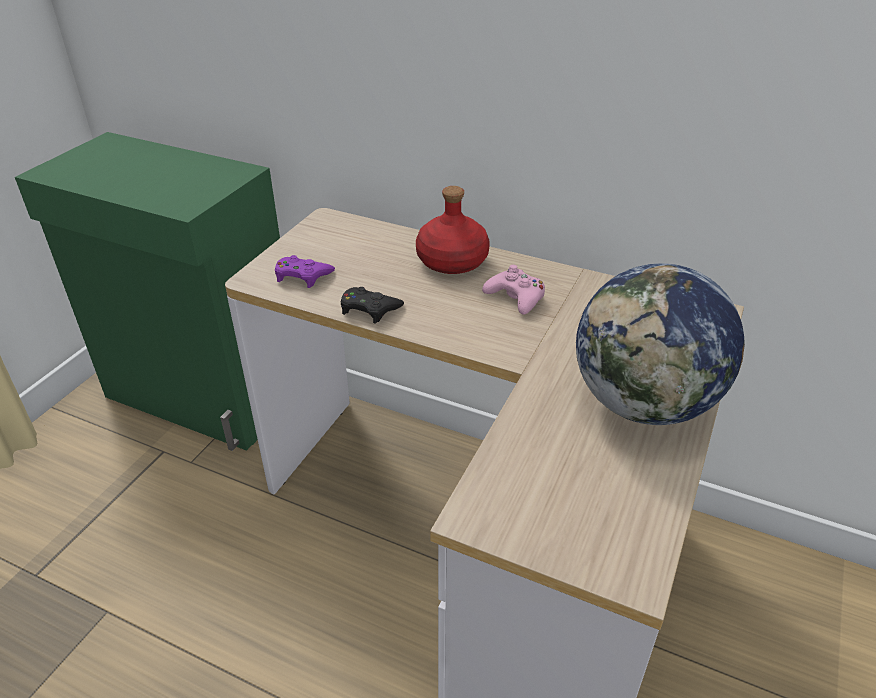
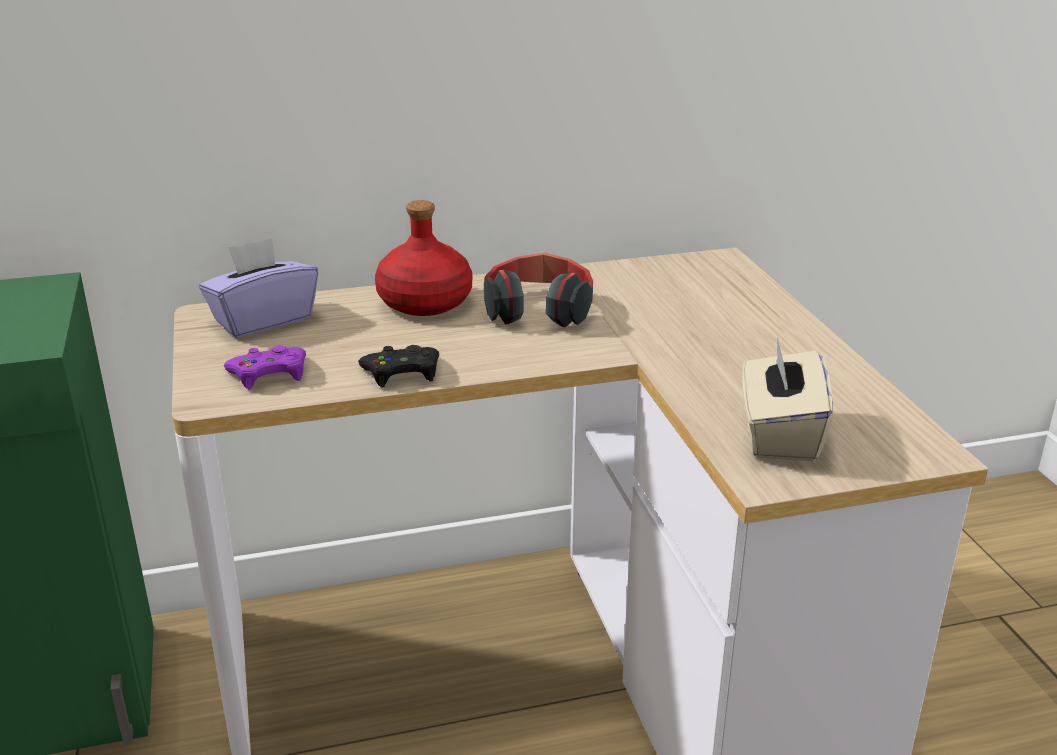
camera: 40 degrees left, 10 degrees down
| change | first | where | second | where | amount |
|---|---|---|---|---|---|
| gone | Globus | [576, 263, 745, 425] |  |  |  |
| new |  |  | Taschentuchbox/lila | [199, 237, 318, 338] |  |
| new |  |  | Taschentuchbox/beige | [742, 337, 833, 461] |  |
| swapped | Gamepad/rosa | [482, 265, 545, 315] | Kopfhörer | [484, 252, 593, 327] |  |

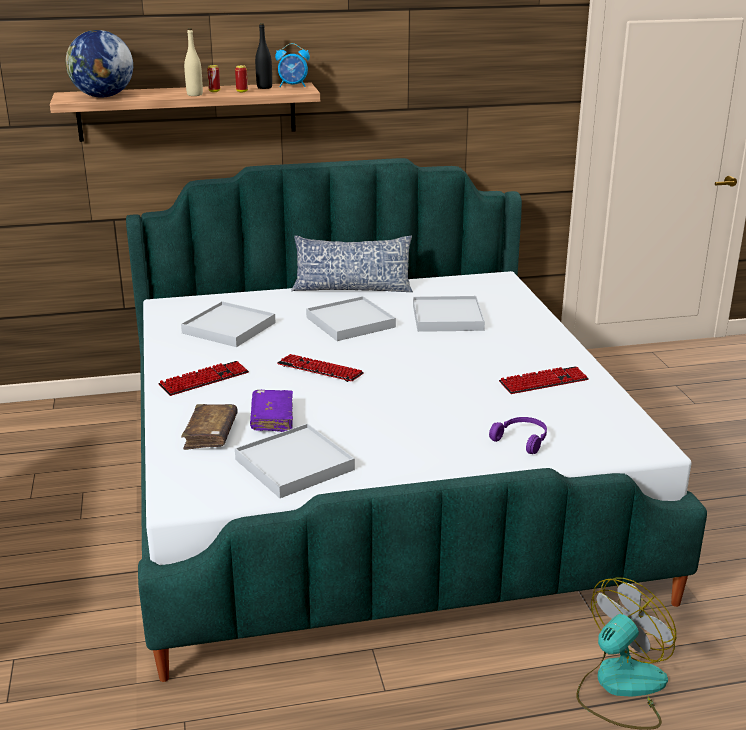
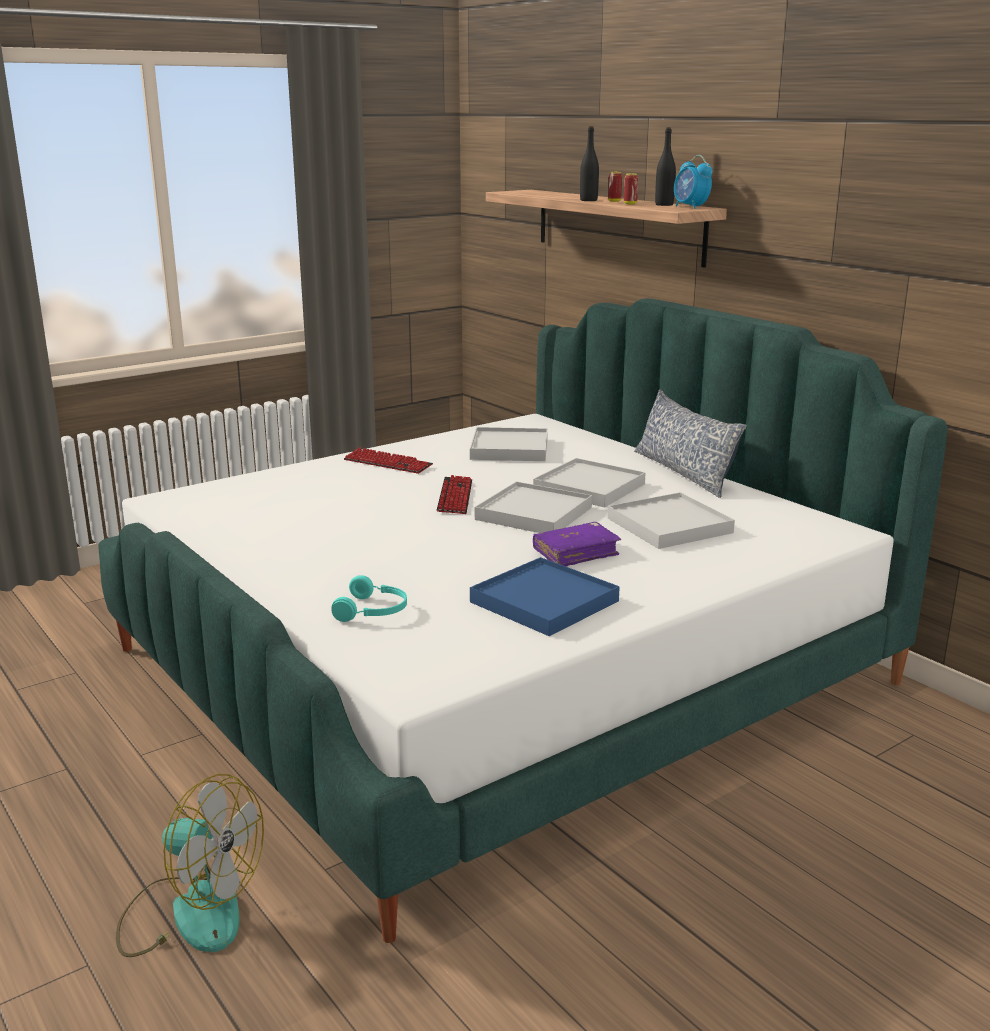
camera: 65 degrees right, 5 degrees down
| change | first | where | second | where | amount |
|---|---|---|---|---|---|
| gone | Globus | [66, 30, 133, 98] |  |  |  |
| gone | Buch/braun | [181, 404, 238, 450] |  |  |  |
| shifted | Tablett/weiß | [235, 423, 355, 498] |  | [475, 481, 592, 533] |  |
| shifted | Buch/lila | [250, 390, 293, 432] |  | [533, 522, 621, 566] |  |
| swapped | Tastatur | [499, 366, 589, 394] | Tablett/blau | [470, 557, 620, 636] |  |
| repainted | Flasche/beige | [184, 28, 203, 96] | Flasche/schwarz | [580, 126, 599, 201] |  |
| repainted | Kopfhörer/lila | [489, 417, 547, 454] | Kopfhörer/türkis | [331, 575, 407, 622] |  |

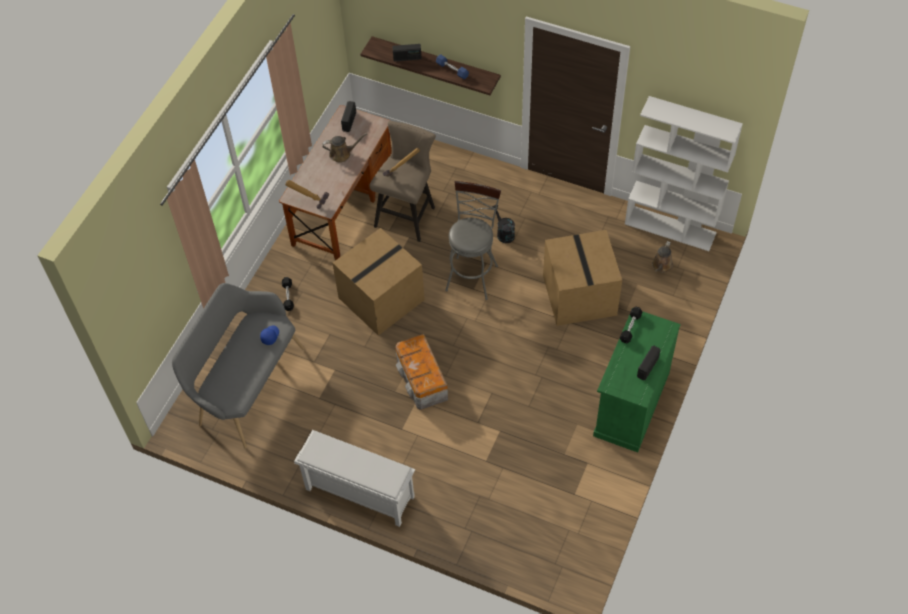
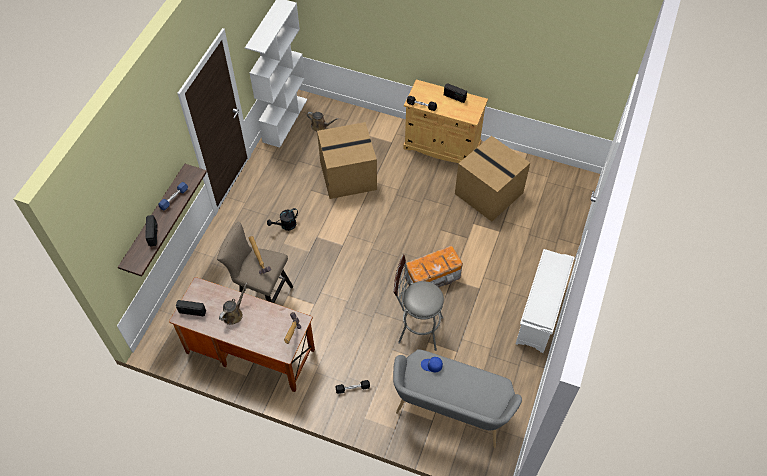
camera: 95 degrees left, 0 degrees up
| change | first | where | second | where | amount |
|---|---|---|---|---|---|
| shifted | Karton | [333, 228, 425, 336] |  | [455, 136, 530, 222] |  |
| shifted | Hocker/grau | [445, 181, 501, 300] |  | [393, 255, 444, 351] |  |
| repainted | Schrank/grün | [593, 311, 681, 452] | Schrank/beige | [403, 80, 488, 163] |  |
| rotated | Gießkanne/braun | [322, 133, 367, 163] |  | [219, 282, 247, 325] | 45 degrees clockwise |

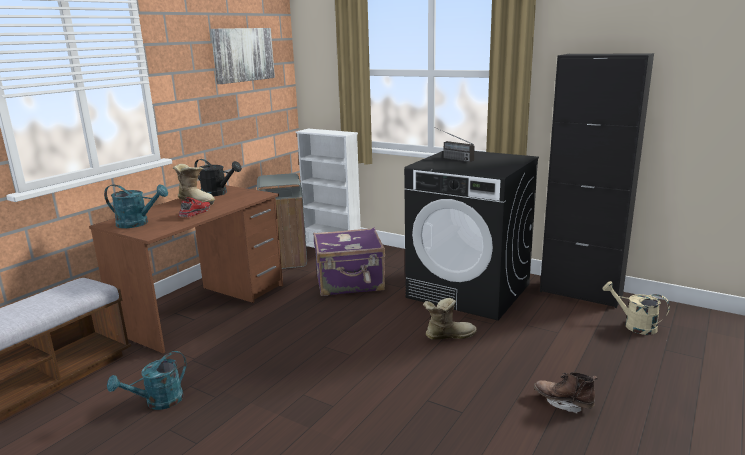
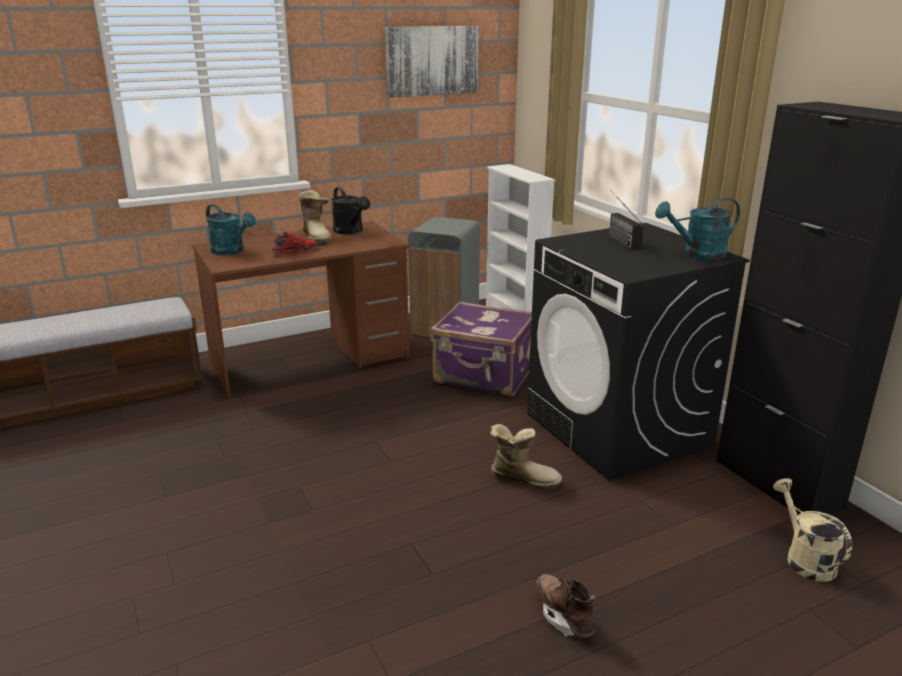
camera: 30 degrees right, 5 degrees up
| change | first | where | second | where | amount |
|---|---|---|---|---|---|
| shifted | Gießkanne/türkis | [107, 351, 187, 410] |  | [655, 198, 740, 260] |  |

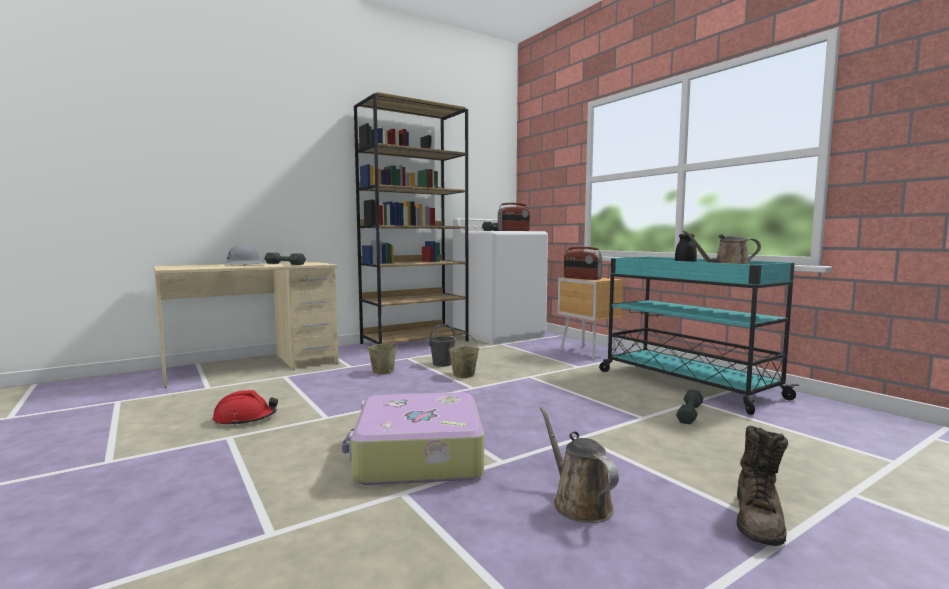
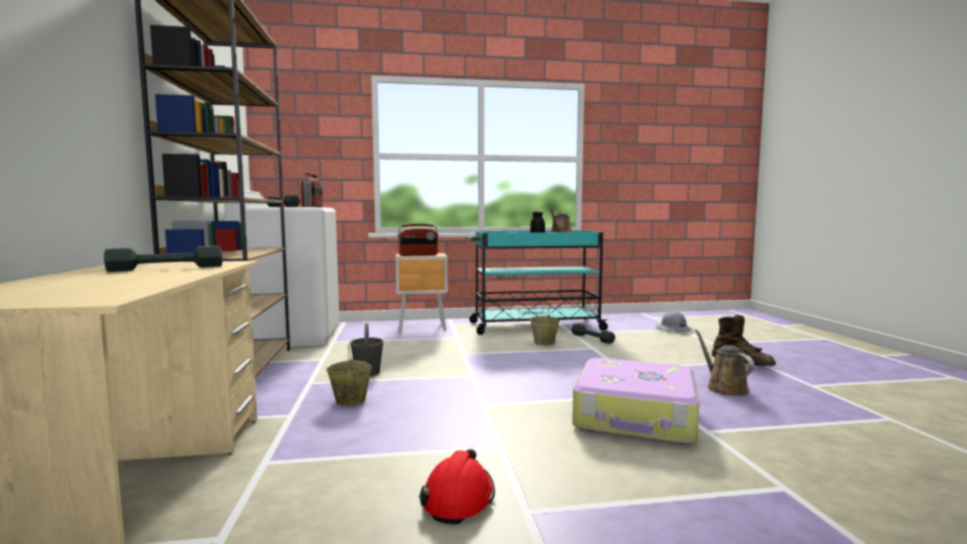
camera: 65 degrees left, 0 degrees up
| change | first | where | second | where | amount |
|---|---|---|---|---|---|
| shifted | Schutzhelm/grau | [220, 244, 266, 266] |  | [655, 311, 693, 332] |  |
| shifted | Eimer/beige | [449, 332, 479, 378] |  | [530, 302, 560, 345] |  |
| rotated | Gießkanne/braun | [540, 407, 619, 523] |  | [695, 329, 754, 396] | 75 degrees clockwise |

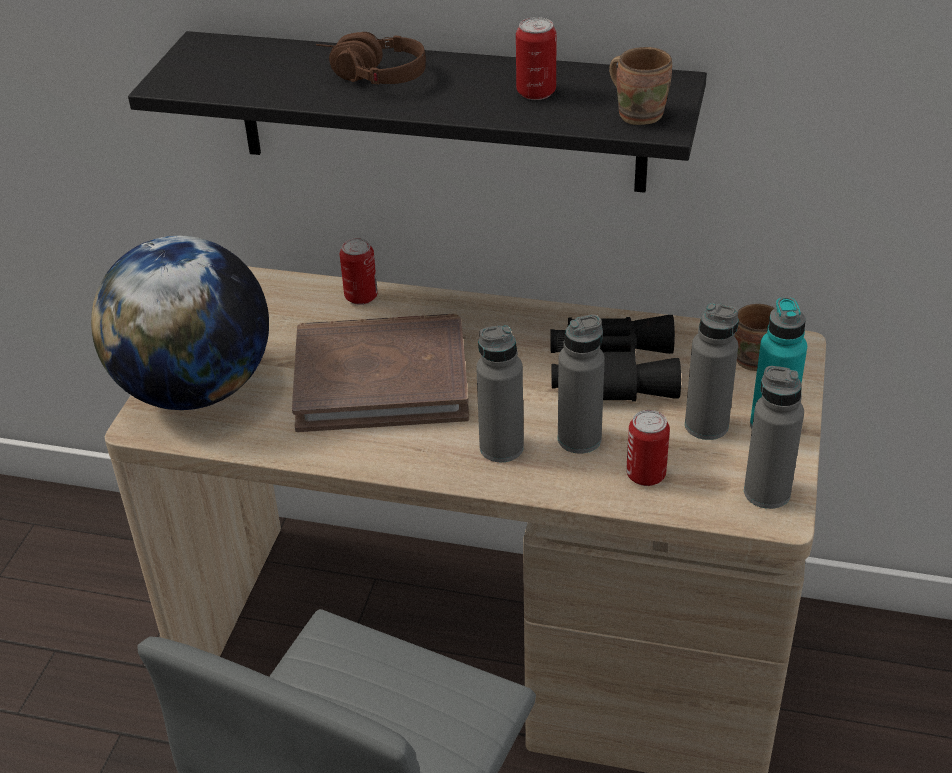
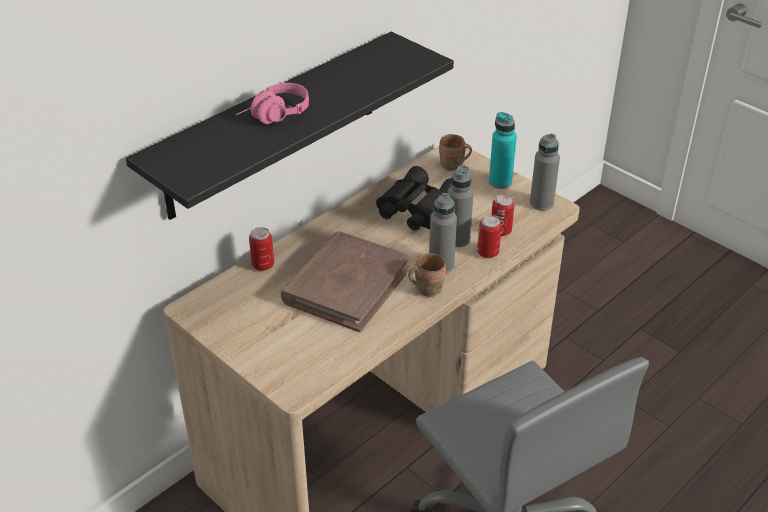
camera: 60 degrees left, 0 degrees up
| change | first | where | second | where | amount |
|---|---|---|---|---|---|
| gone | Globus | [91, 236, 269, 410] |  |  |  |
| gone | Flasche/grau | [685, 303, 739, 440] |  |  |  |
| shifted | Dose | [516, 17, 557, 100] |  | [477, 215, 502, 258] |  |
| shifted | Henkelbecher/braun | [609, 47, 672, 125] |  | [408, 253, 446, 297] |  |
| repainted | Kopfhörer/braun | [316, 32, 426, 84] | Kopfhörer/rosa | [235, 83, 309, 124] |  |

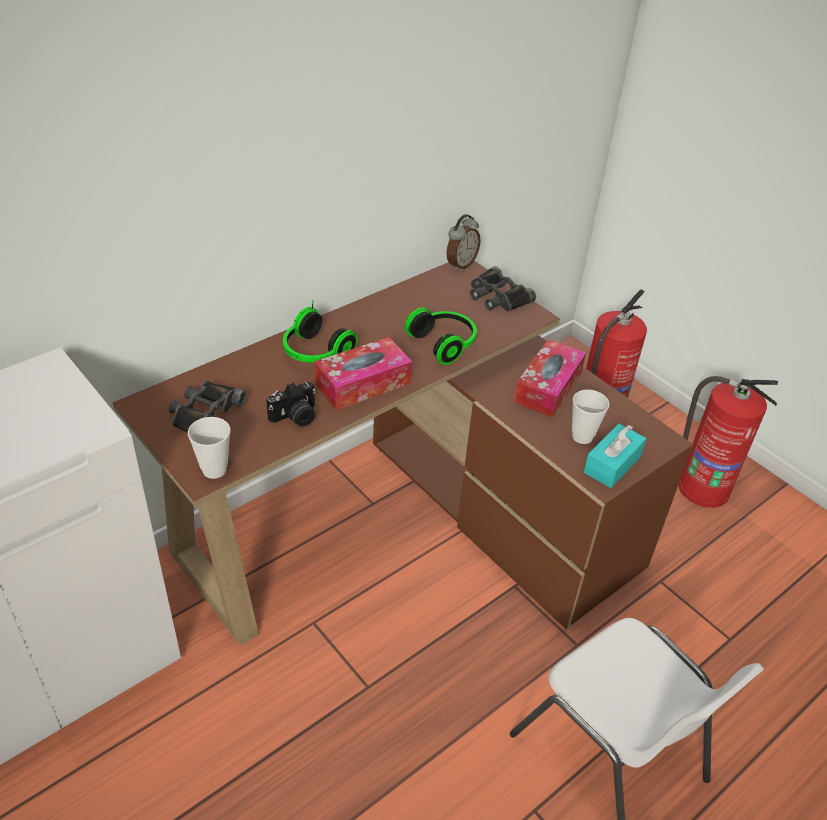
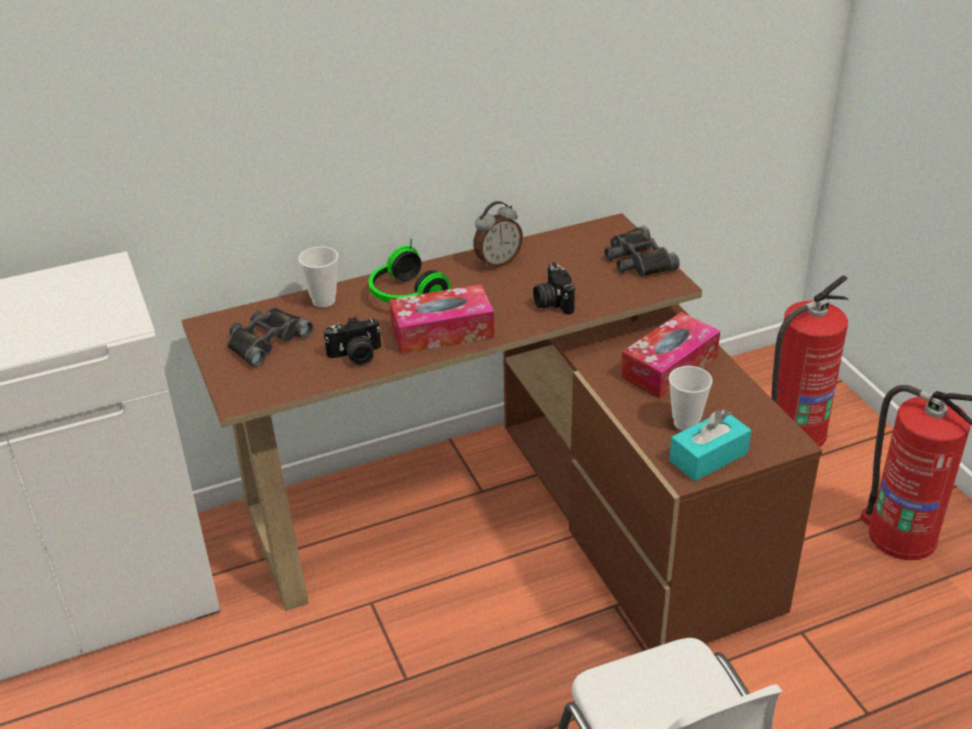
camera: 20 degrees right, 5 degrees down
| change | first | where | second | where | amount |
|---|---|---|---|---|---|
| shifted | Tasse | [188, 417, 230, 479] |  | [298, 246, 338, 307] |  |
| shifted | Wecker | [446, 214, 481, 271] |  | [473, 201, 523, 269] |  |
| swapped | Kopfhörer | [404, 308, 477, 365] | Kamera | [533, 262, 575, 315] |  |

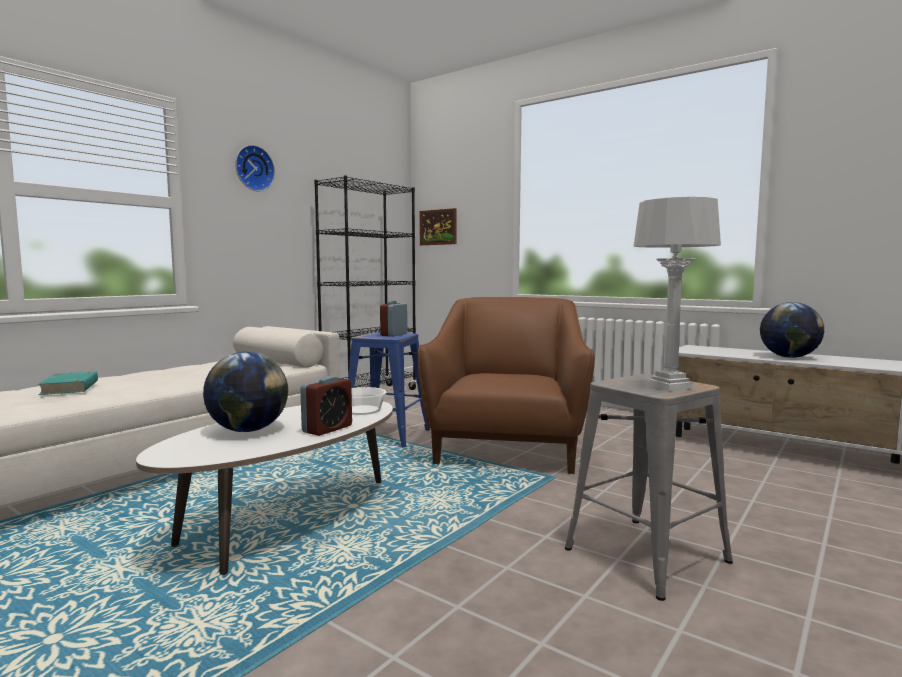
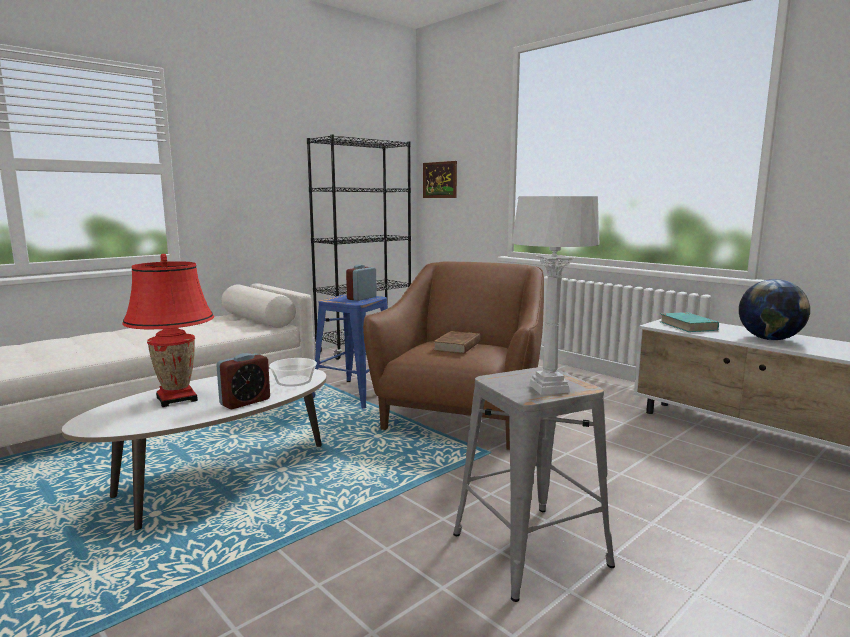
camera: 10 degrees right, 5 degrees up
| change | first | where | second | where | amount |
|---|---|---|---|---|---|
| gone | Wanduhr | [235, 145, 275, 191] |  |  |  |
| new |  |  | Buch/braun | [433, 331, 481, 354] |  |
| shifted | Buch/türkis | [38, 371, 98, 395] |  | [660, 312, 719, 332] |  |
| swapped | Globus | [203, 352, 288, 432] | Tischlampe/rot | [122, 254, 214, 407] |  |

